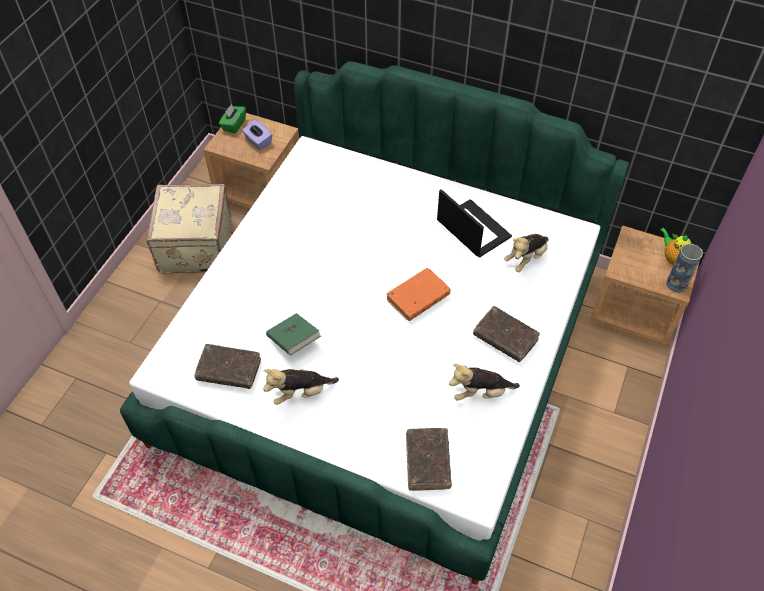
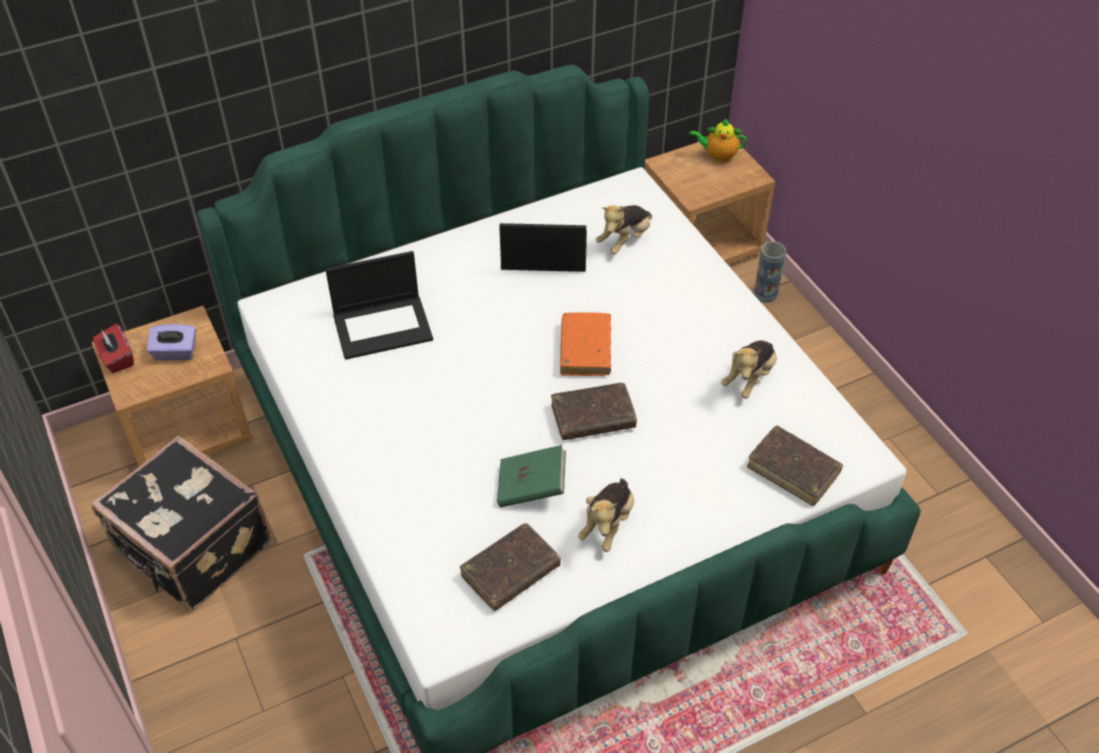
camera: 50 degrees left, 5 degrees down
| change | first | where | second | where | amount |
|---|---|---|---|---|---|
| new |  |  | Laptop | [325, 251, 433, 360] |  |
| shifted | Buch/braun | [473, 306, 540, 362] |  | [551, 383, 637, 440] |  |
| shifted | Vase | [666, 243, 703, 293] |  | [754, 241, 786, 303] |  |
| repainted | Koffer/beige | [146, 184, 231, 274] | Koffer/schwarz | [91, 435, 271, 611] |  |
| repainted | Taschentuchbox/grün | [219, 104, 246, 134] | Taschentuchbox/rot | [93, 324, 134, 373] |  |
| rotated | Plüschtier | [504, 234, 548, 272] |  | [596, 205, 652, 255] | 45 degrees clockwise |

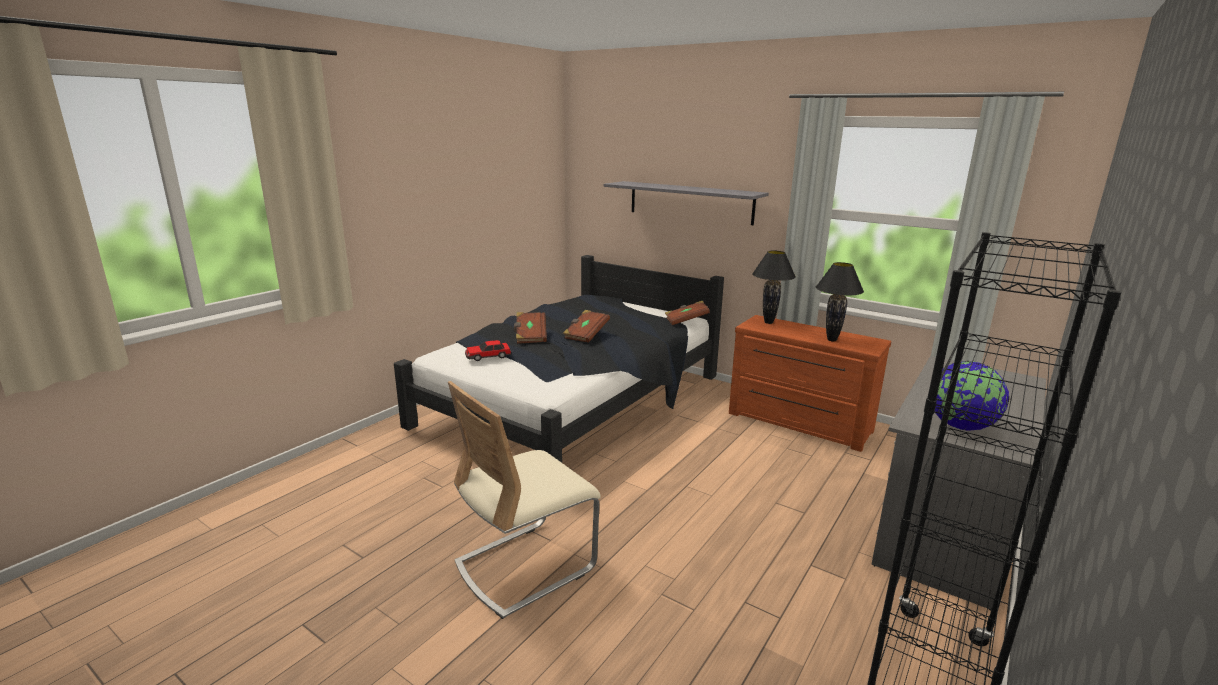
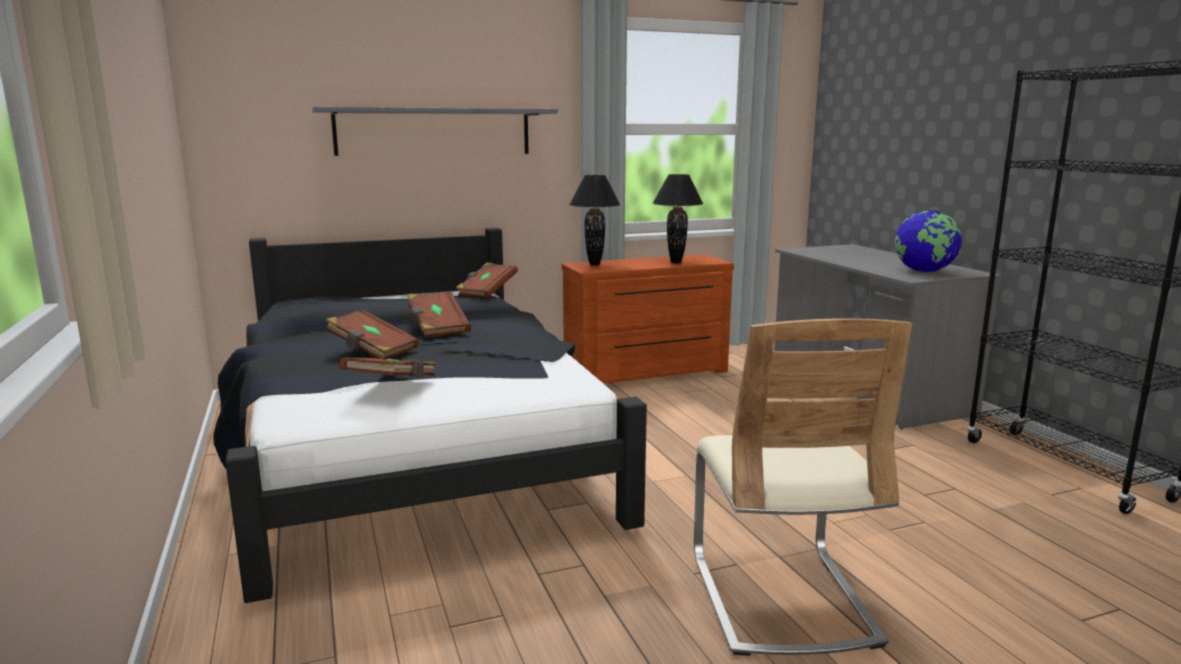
camera: 55 degrees left, 5 degrees down
| change | first | where | second | where | amount |
|---|---|---|---|---|---|
| swapped | Spielzeugauto | [465, 340, 512, 361] | Buch/braun | [339, 358, 437, 377] |  |

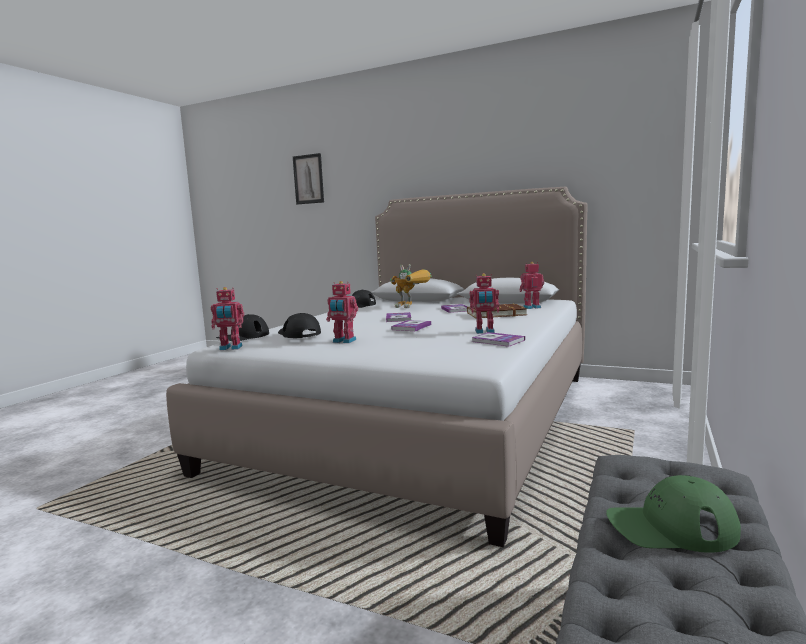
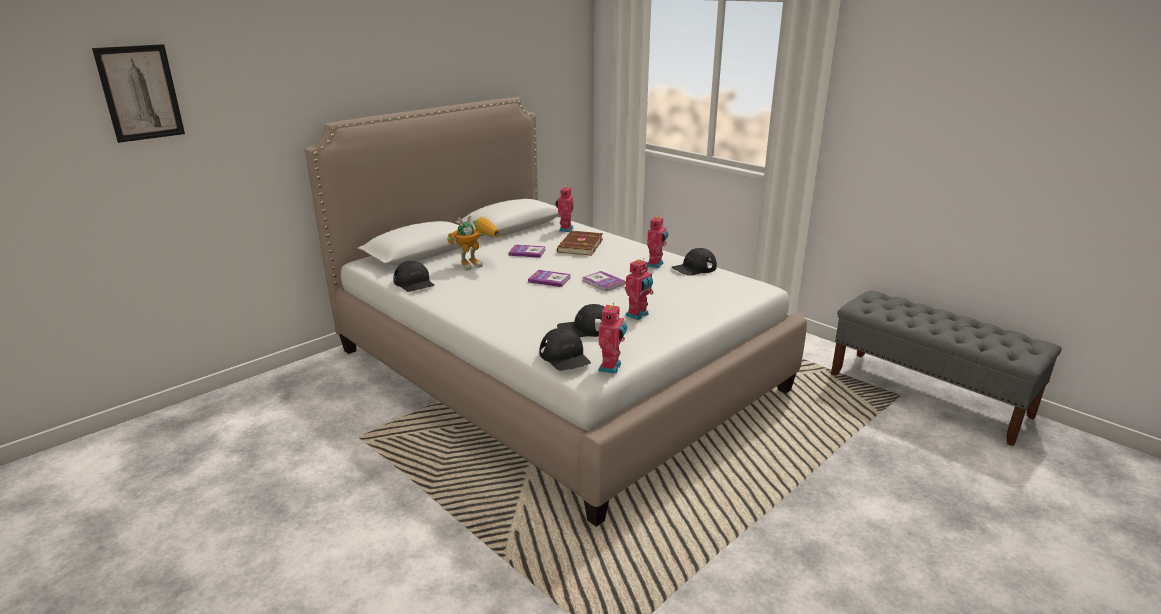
camera: 70 degrees left, 15 degrees up
| change | first | where | second | where | amount |
|---|---|---|---|---|---|
| gone | Kappe/grün | [606, 475, 741, 553] |  |  |  |
| swapped | Buch | [472, 332, 525, 347] | Kappe/schwarz | [672, 248, 717, 276] |  |

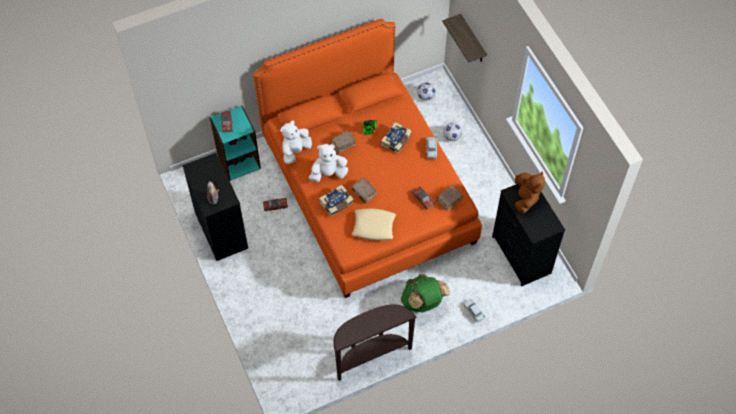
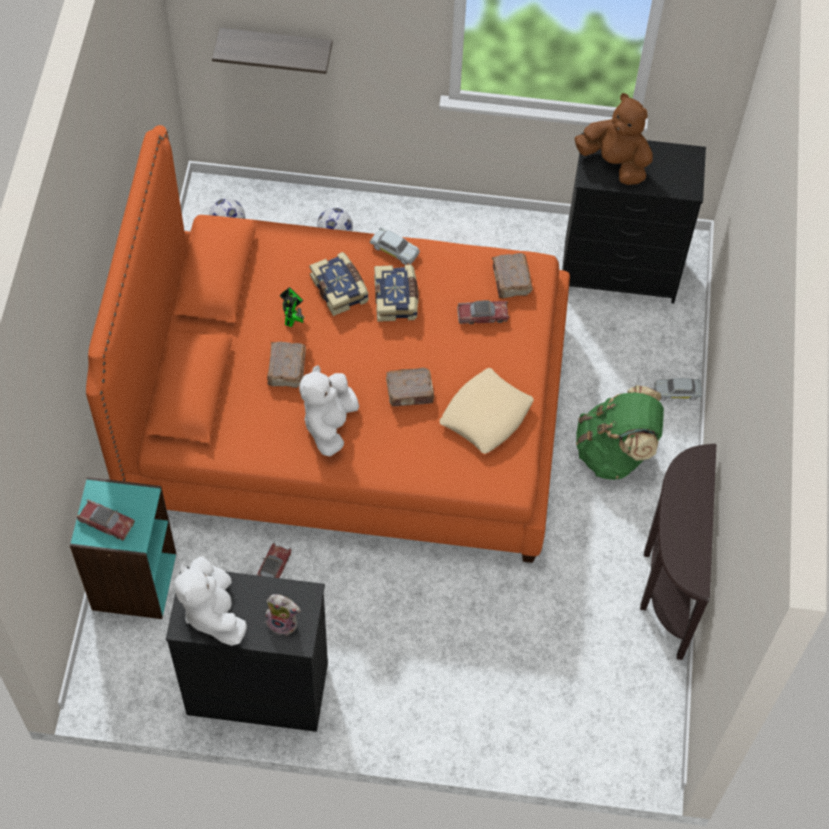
camera: 60 degrees left, 0 degrees up
| change | first | where | second | where | amount |
|---|---|---|---|---|---|
| shifted | Plüschtier/weiß | [280, 121, 312, 164] |  | [174, 557, 247, 646] |  |
| shifted | Buch | [319, 184, 353, 216] |  | [374, 264, 419, 322] |  |

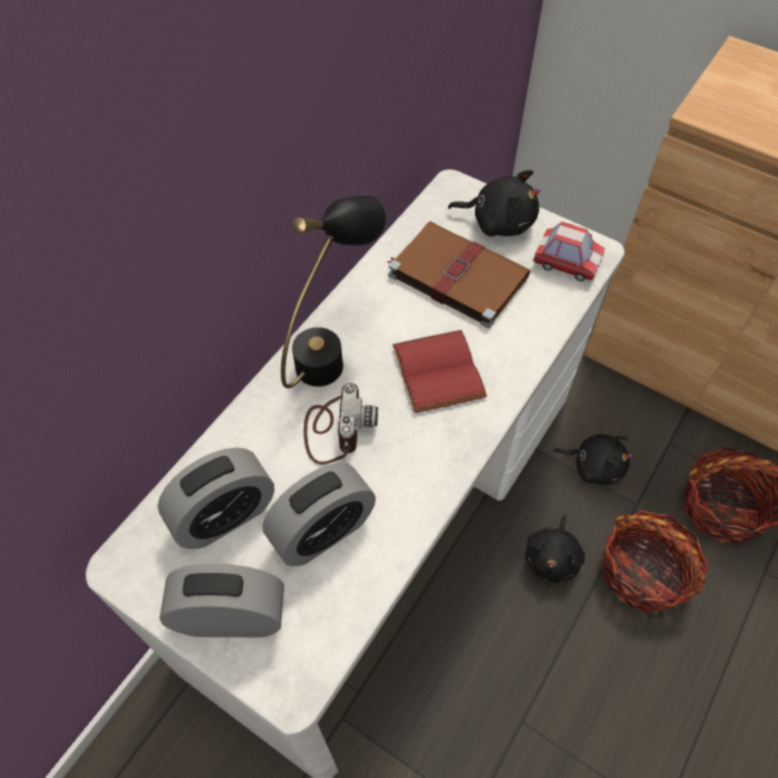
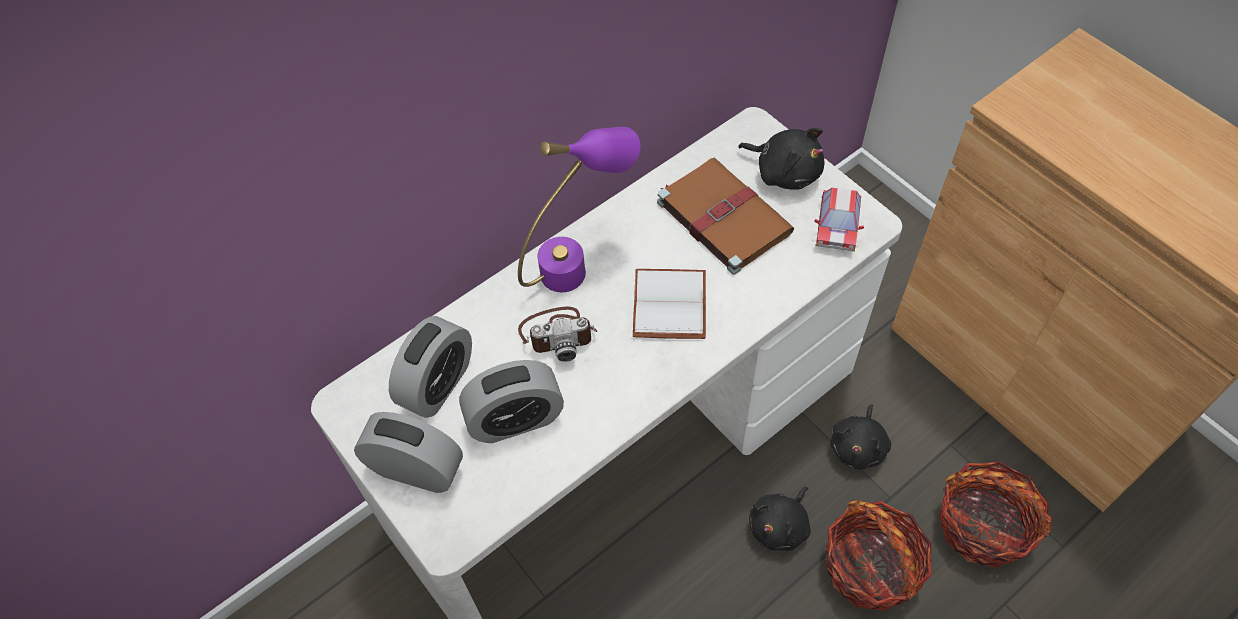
camera: 20 degrees right, 0 degrees up
| change | first | where | second | where | amount |
|---|---|---|---|---|---|
| repainted | Tischlampe/schwarz | [281, 195, 386, 388] | Tischlampe/lila | [518, 127, 640, 292] |  |
| repainted | Buch/rot | [393, 330, 487, 413] | Buch/weiß | [633, 269, 706, 339] |  |
| rotated | Wecker | [158, 447, 274, 549] |  | [389, 316, 472, 418] | 45 degrees counterclockwise |
| rotated | Kamera | [304, 383, 378, 465] |  | [518, 307, 597, 362] | 60 degrees clockwise |
| rotated | Spielzeugauto | [533, 222, 605, 281] |  | [814, 187, 864, 252] | 60 degrees clockwise |
| rotated | Plüschtier/schwarz | [553, 434, 633, 485] |  | [831, 405, 891, 470] | 75 degrees clockwise |

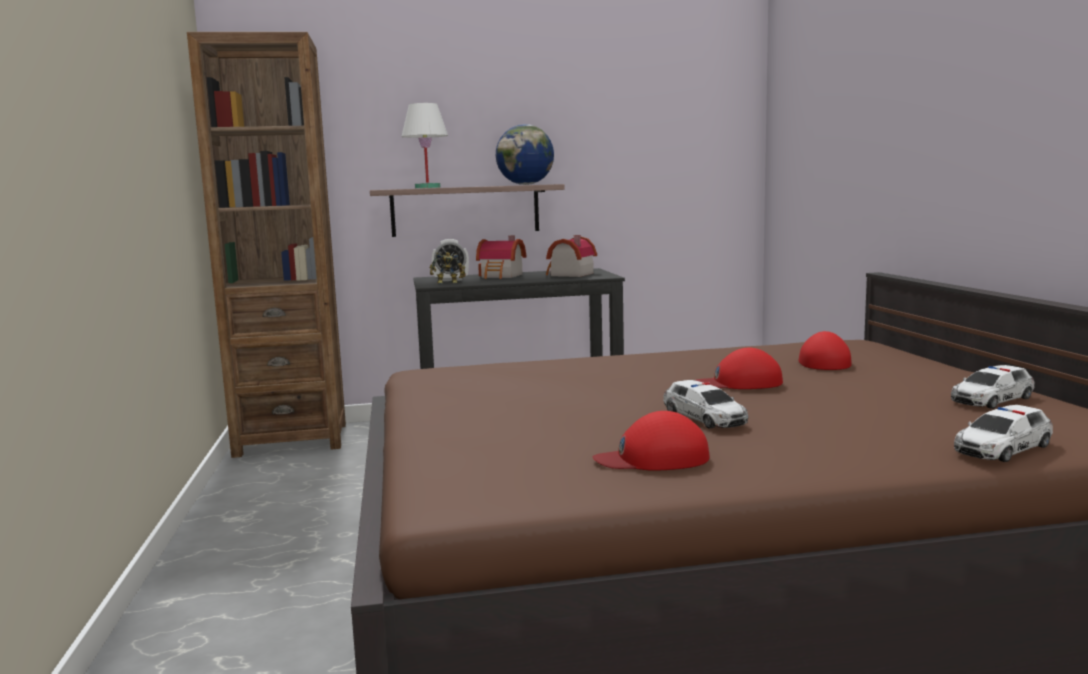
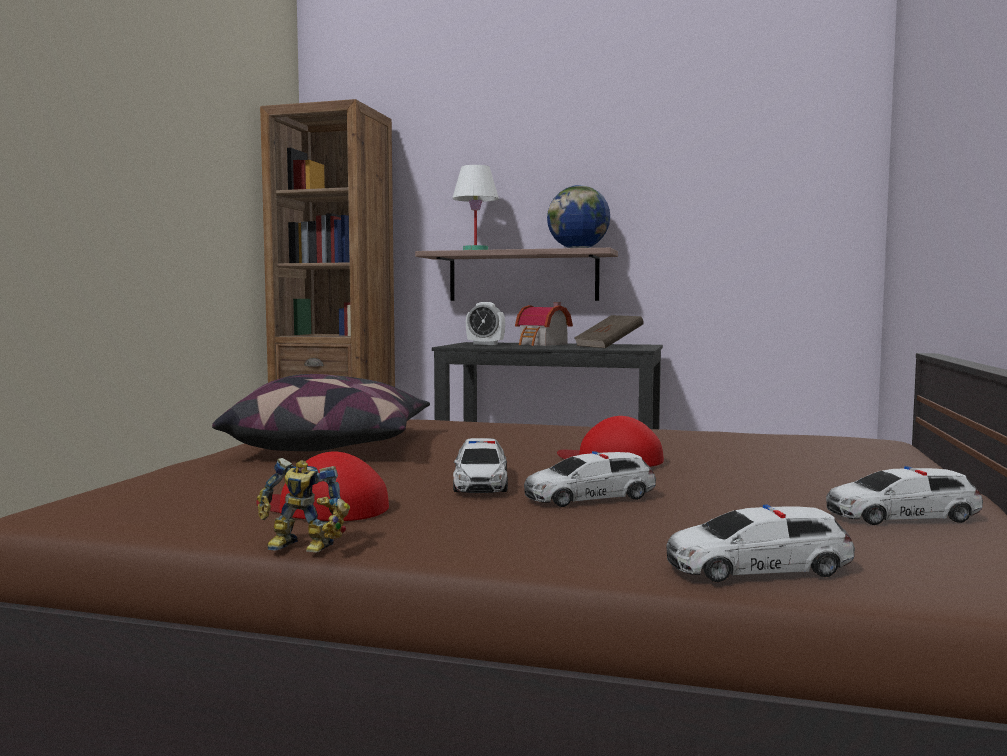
camera: 25 degrees right, 5 degrees down
| change | first | where | second | where | amount |
|---|---|---|---|---|---|
| gone | Kappe/rot | [799, 331, 851, 370] |  |  |  |
| new |  |  | Kissen | [212, 374, 430, 451] |  |
| new |  |  | Spielzeugauto | [524, 451, 656, 507] |  |
| shifted | Spielzeugroboter | [430, 252, 466, 284] |  | [257, 458, 350, 552] |  |
| swapped | Spielzeughaus | [546, 235, 597, 277] | Buch/braun | [574, 315, 644, 348] |  |

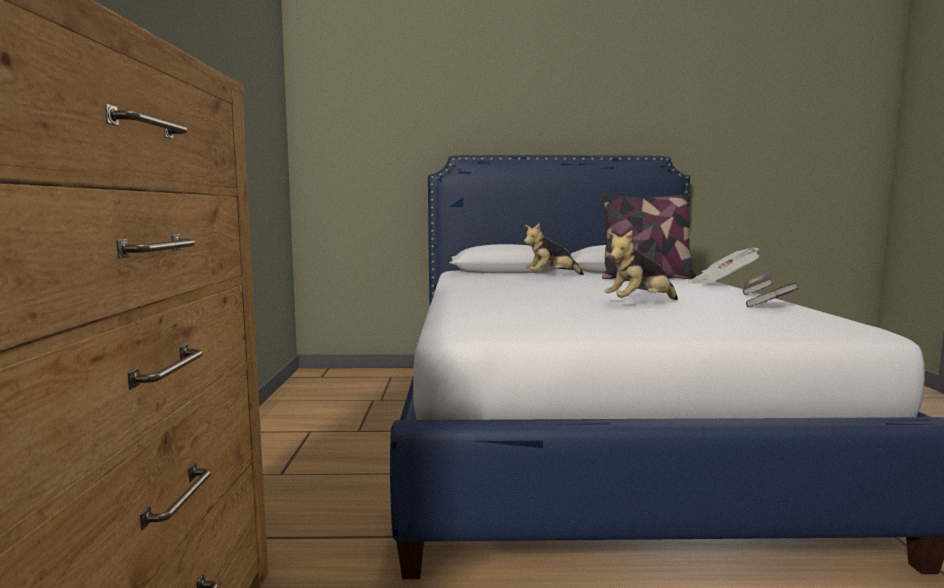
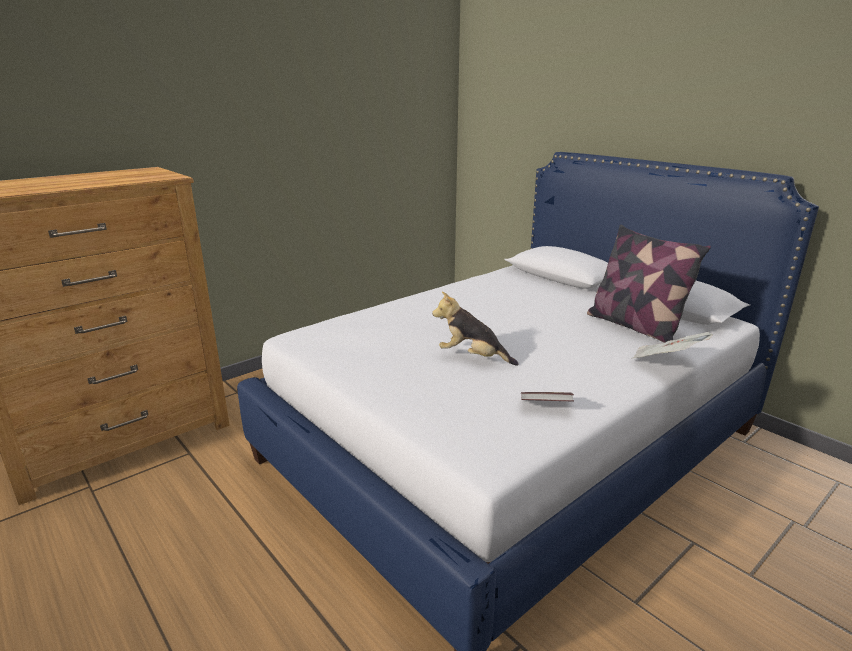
camera: 50 degrees right, 15 degrees up
| change | first | where | second | where | amount |
|---|---|---|---|---|---|
| gone | Plüschtier | [524, 224, 584, 275] |  |  |  |
| gone | Buch | [743, 272, 773, 295] |  |  |  |

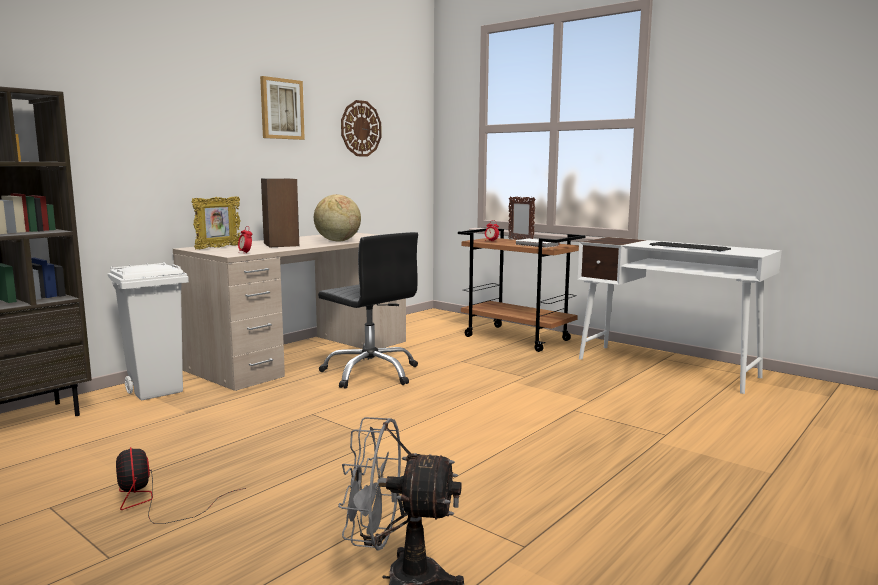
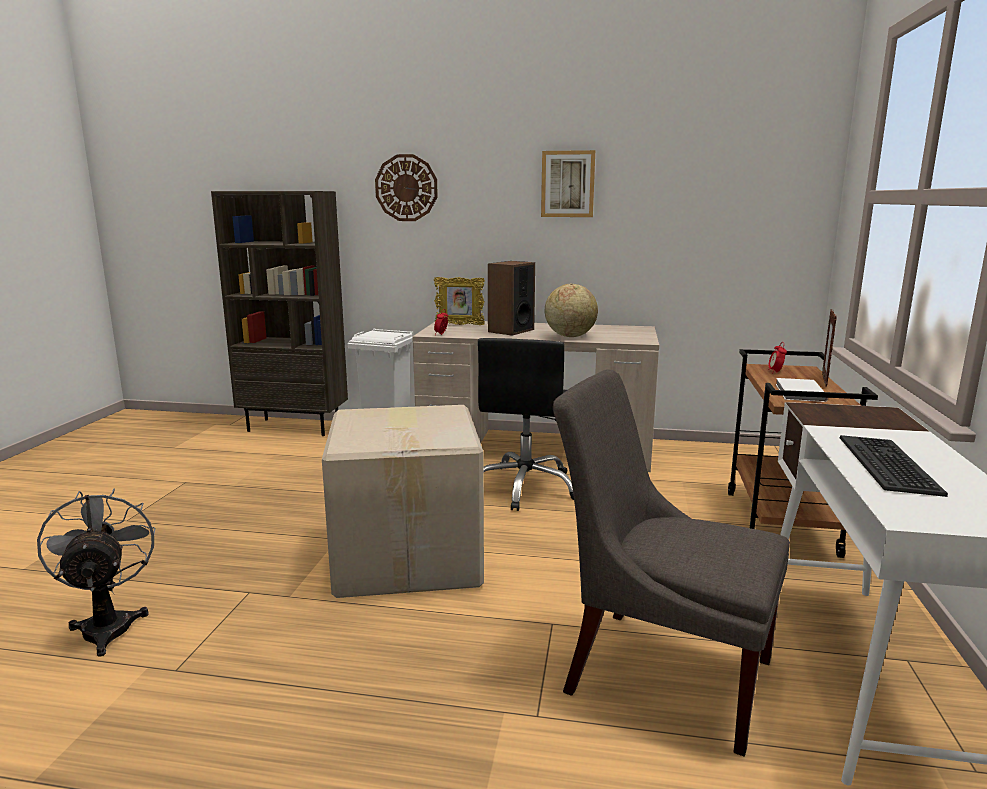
camera: 60 degrees right, 5 degrees up
| change | first | where | second | where | amount |
|---|---|---|---|---|---|
| gone | Ventilator | [116, 447, 246, 524] |  |  |  |
| new |  |  | Karton | [322, 405, 484, 598] |  |
| new |  |  | Stuhl/grau | [553, 369, 790, 757] |  |
| shifted | Wanduhr | [341, 100, 381, 157] |  | [375, 154, 438, 221] |  |

